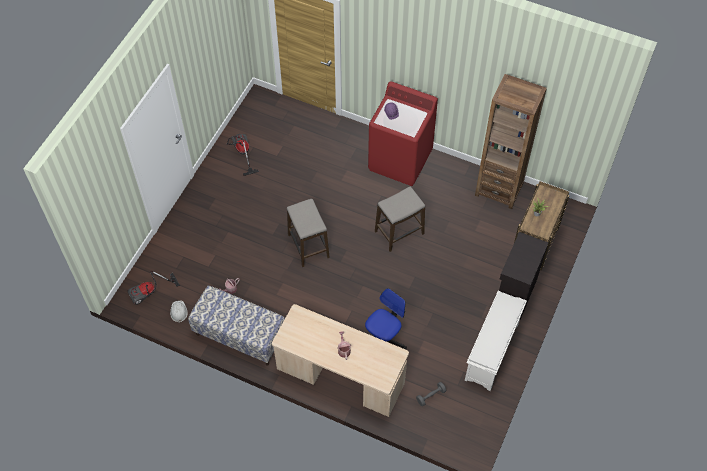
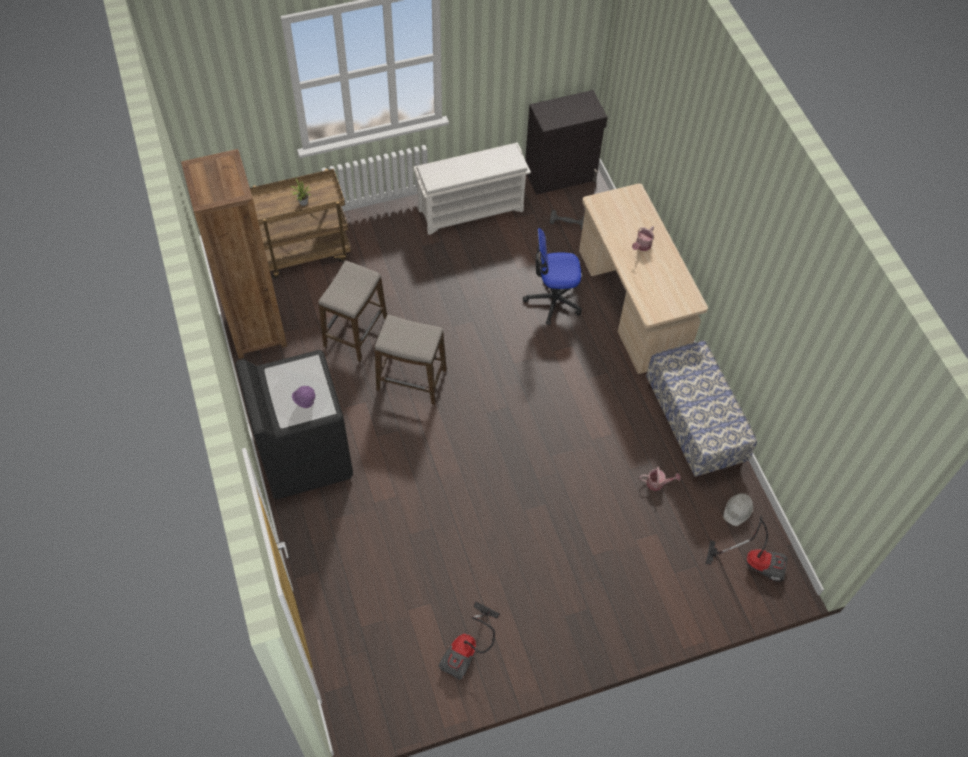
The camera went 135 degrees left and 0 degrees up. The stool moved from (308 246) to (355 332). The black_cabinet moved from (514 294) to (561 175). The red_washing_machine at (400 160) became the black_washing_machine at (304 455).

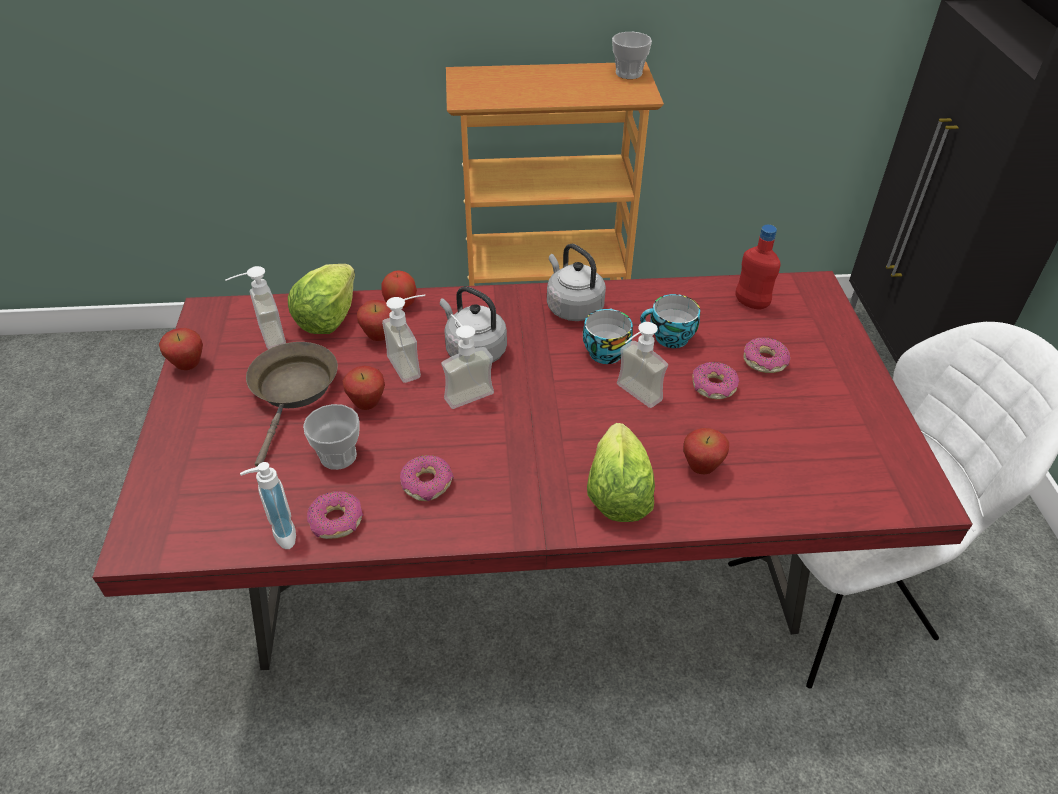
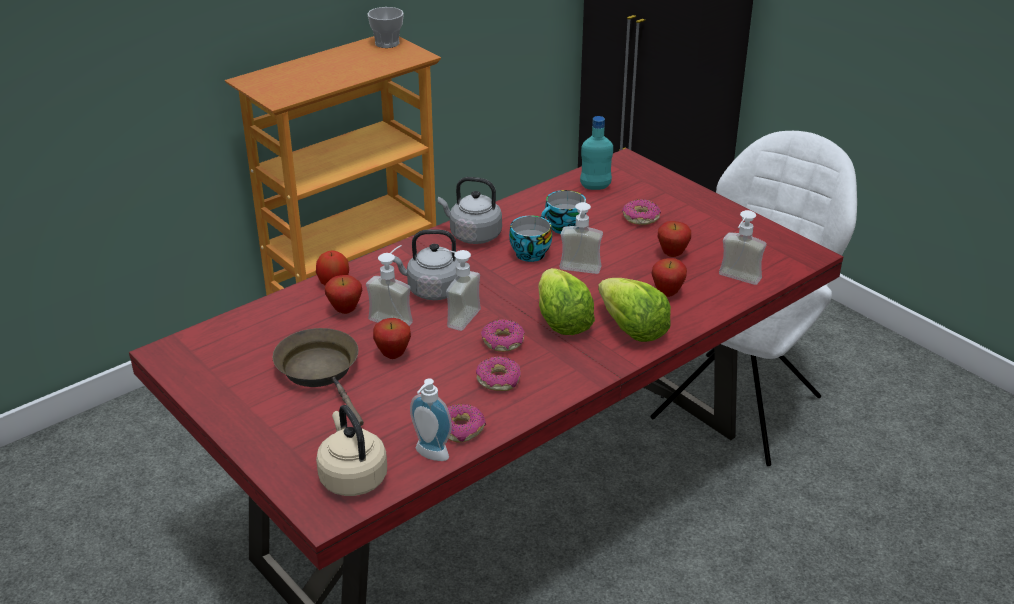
The camera went 35 degrees left and 10 degrees down. The cup at (338 456) disappeared. The beige_kettle at (352 477) appeared. The apple moved from (188 366) to (672 254). The soap_dispenser moved from (263 338) to (736 280). The lettuce moved from (328 317) to (561 321). The donut moved from (713 387) to (502 342). The red_bottle at (751 304) became the turquoise_bottle at (595 187).

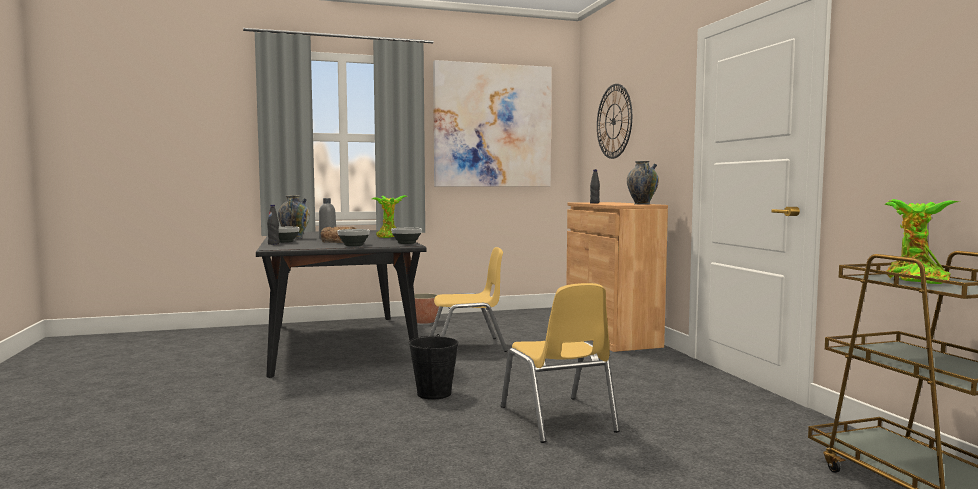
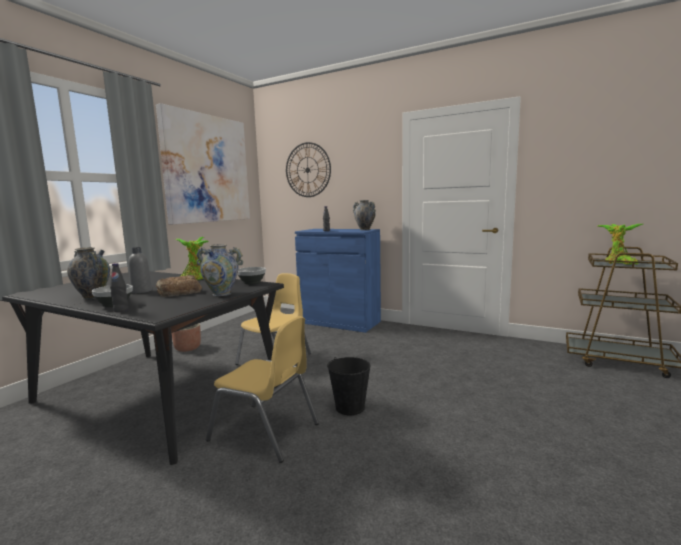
The camera went 45 degrees left and 5 degrees up. The yellow_chair moved from (558 419) to (265 432). The bowl at (354 245) was replaced by the vase at (221 294). The brown_cabinet at (611 336) became the blue_cabinet at (339 322).

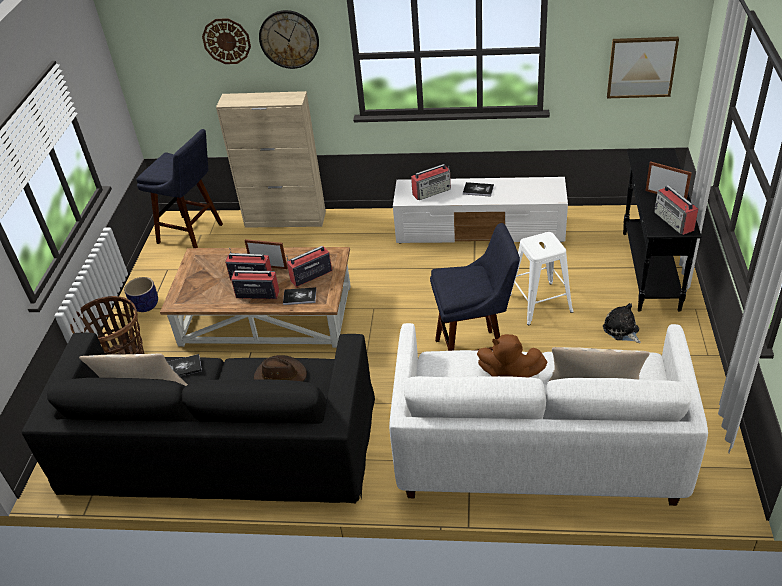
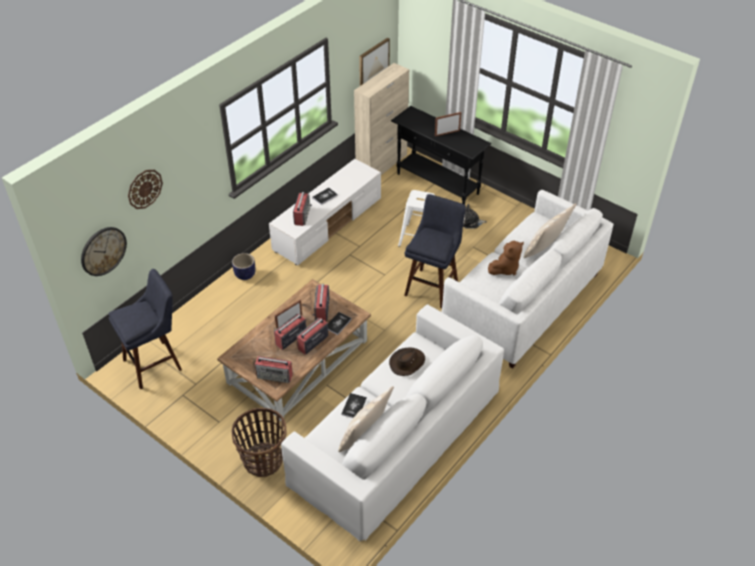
The camera went 60 degrees left and 5 degrees up. The planter moved from (146 305) to (245 274). The beige_cabinet moved from (286 219) to (382 165). The wall_clock moved from (289 39) to (103 251). The radio moved from (674 221) to (275 376). The black_sofa at (219 443) became the white_sofa at (396 435).

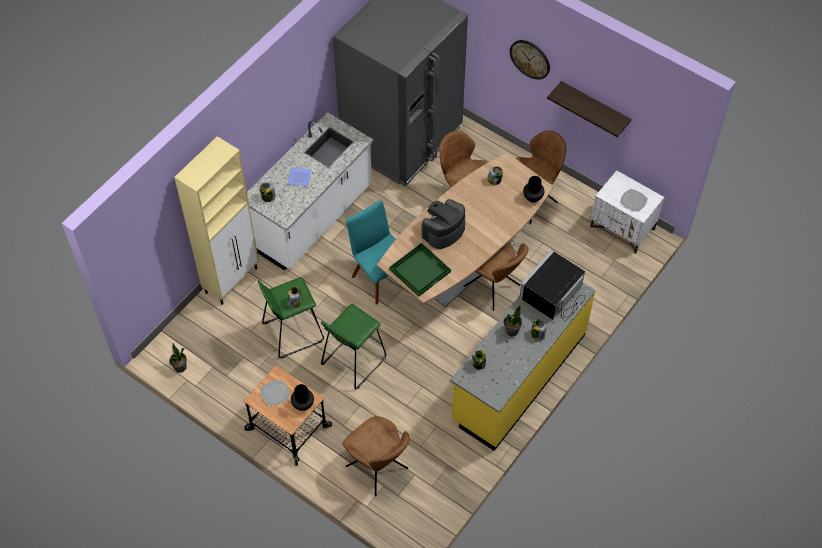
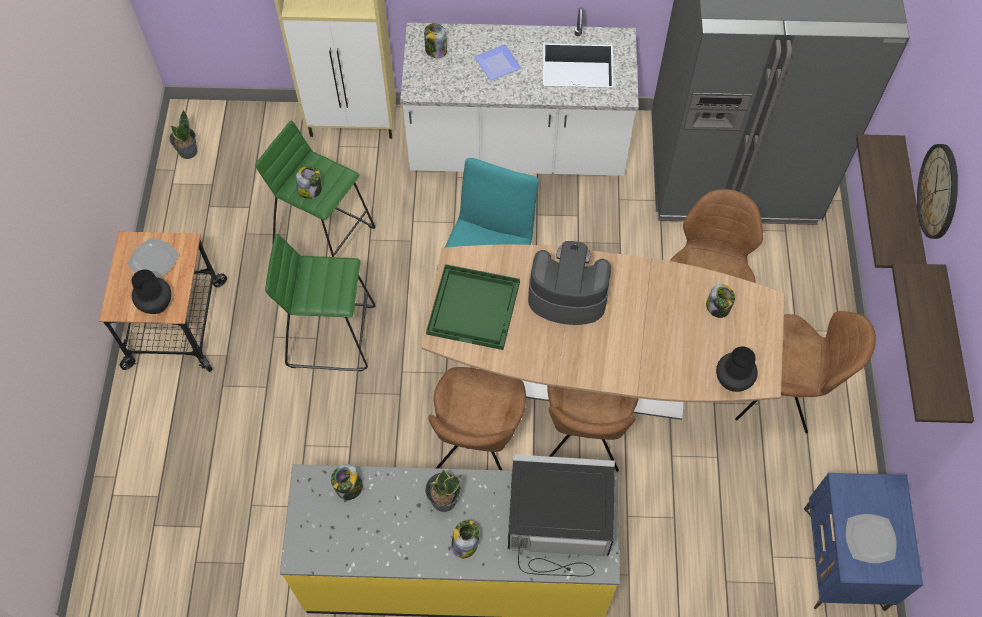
The camera went 55 degrees right and 5 degrees up. The shelf at (908 210) appeared. The brown_chair moved from (378 469) to (477 447). The white_nightstand at (622 228) became the blue_nightstand at (844 559).

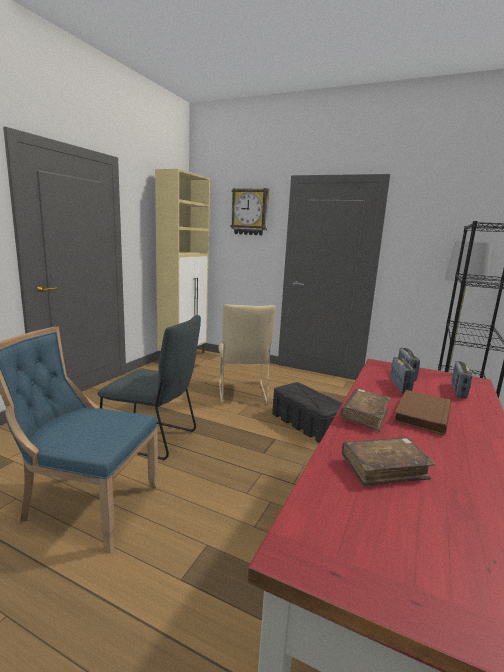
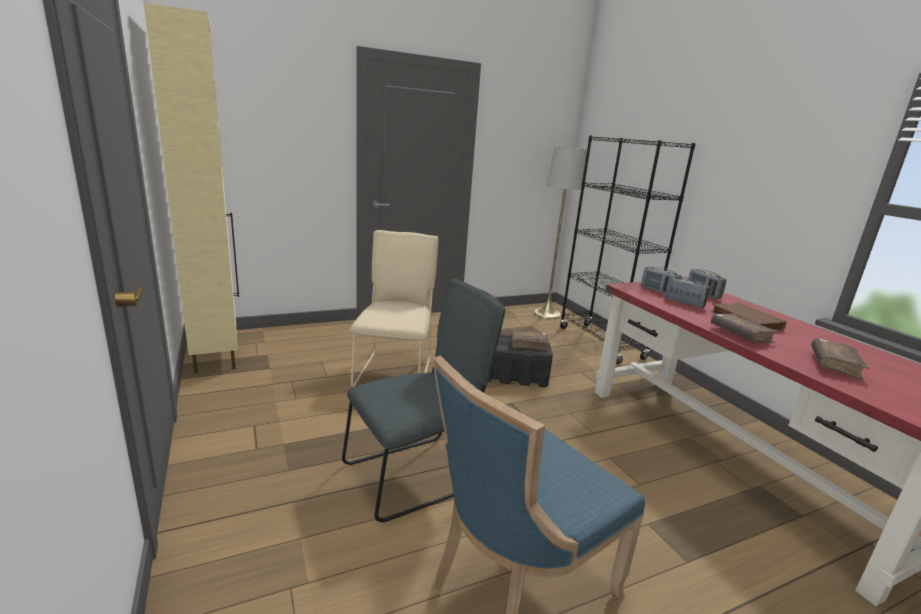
The camera went 50 degrees left and 5 degrees up. The wall_clock at (250 212) disappeared. The brown_book at (528 344) appeared. The beige_chair at (242 394) turned 120 degrees counterclockwise.

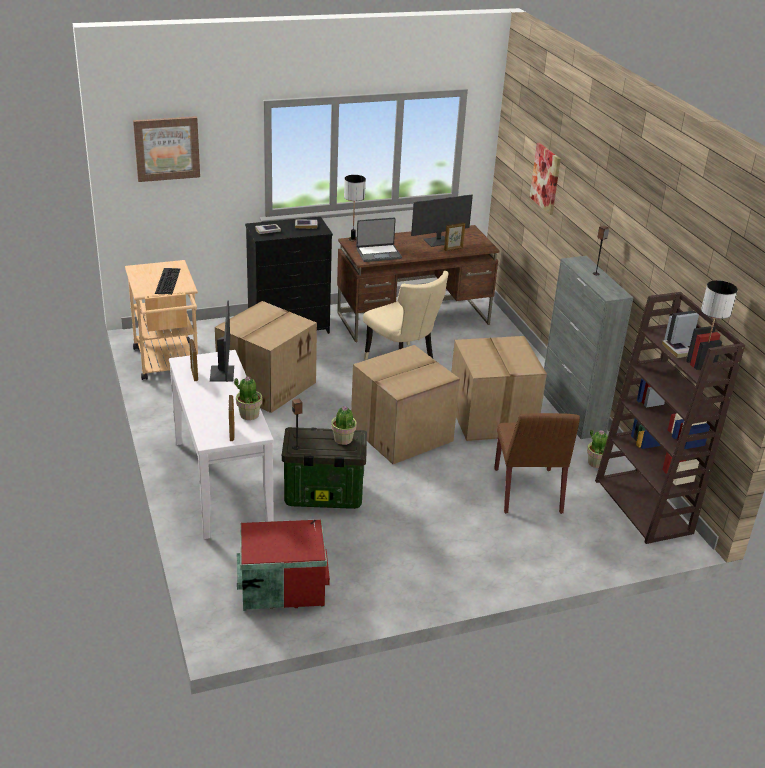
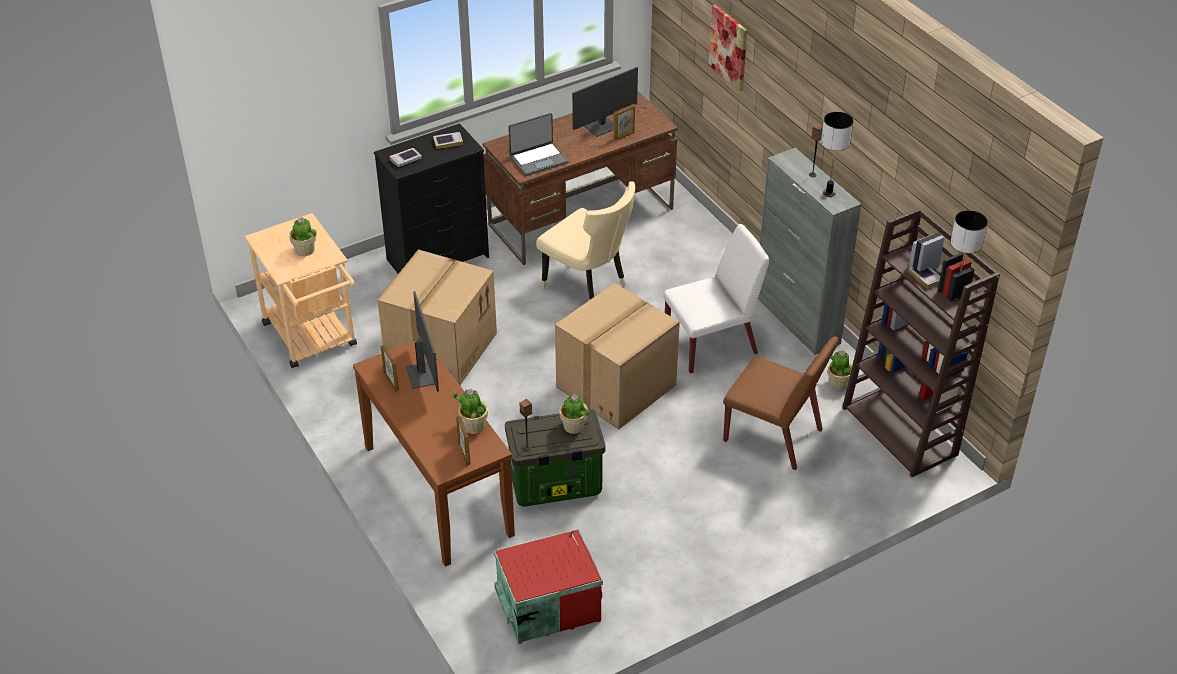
The camera went 10 degrees left and 10 degrees up. The picture at (167 148) disappeared. The table_lamp moved from (352 239) to (829 193). The keyboard at (167 281) was replaced by the potted_plant at (305 250). The cardboard_box at (493 418) was replaced by the white_chair at (712 344). The white_console_table at (221 482) became the brown_console_table at (437 491). The brown_chair at (528 491) turned 45 degrees counterclockwise.

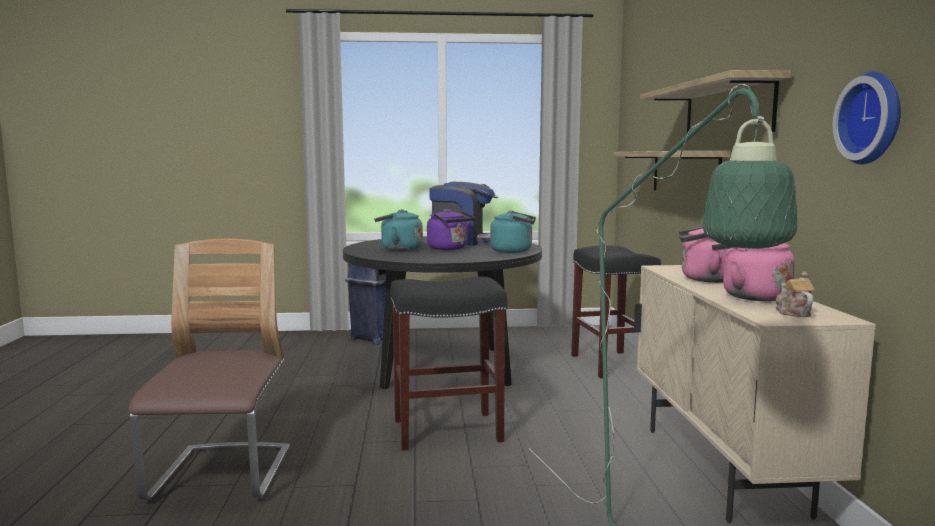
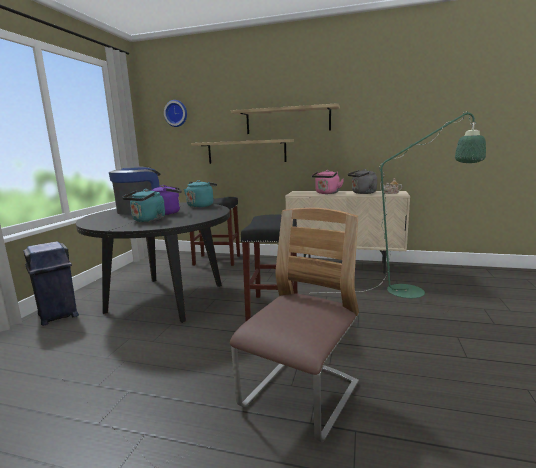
The camera went 70 degrees left and 5 degrees up. The wall_clock moved from (873 118) to (176 113). The pink_kettle at (751 296) became the grey_kettle at (362 193). The chair at (221 475) turned 105 degrees clockwise.

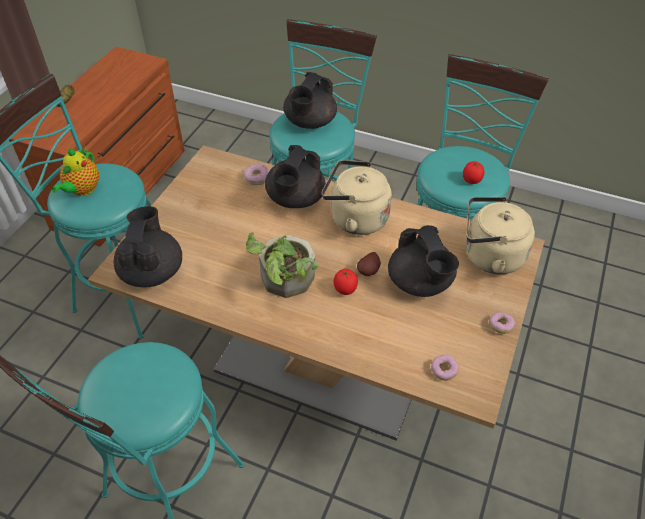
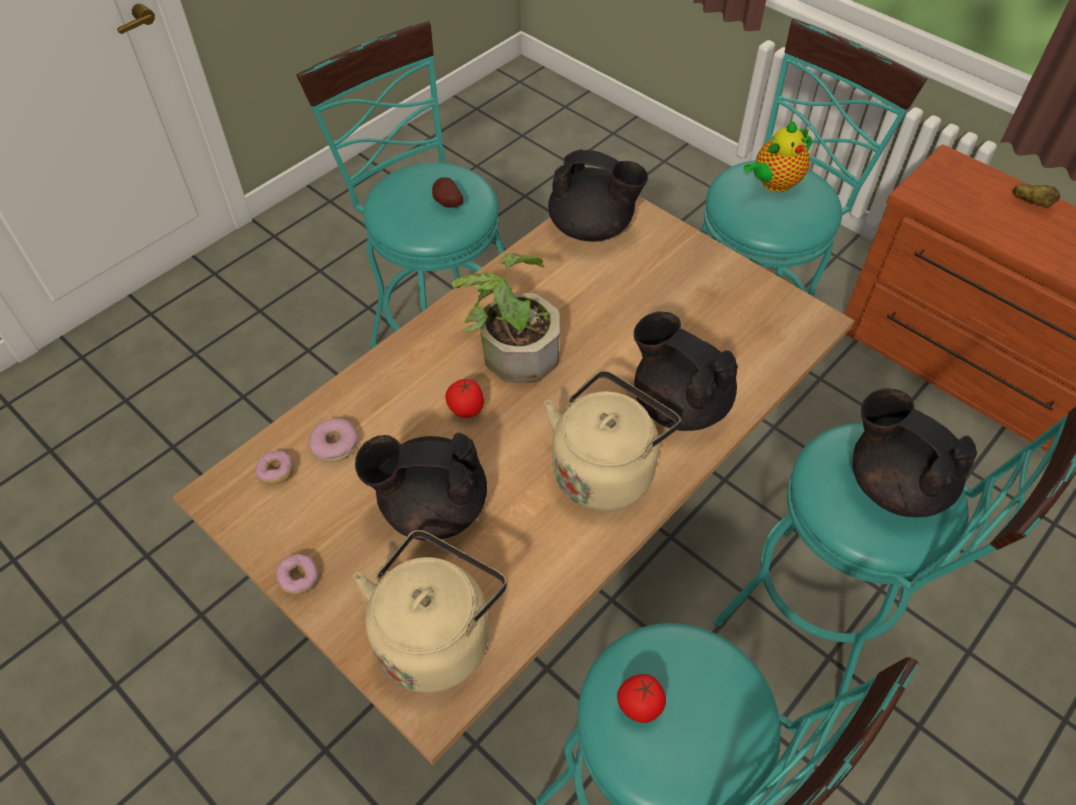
The camera went 110 degrees right and 5 degrees up. The donut moved from (257 178) to (335 445). The potato moved from (369 271) to (447 203). The teapot at (82 190) turned 75 degrees counterclockwise.

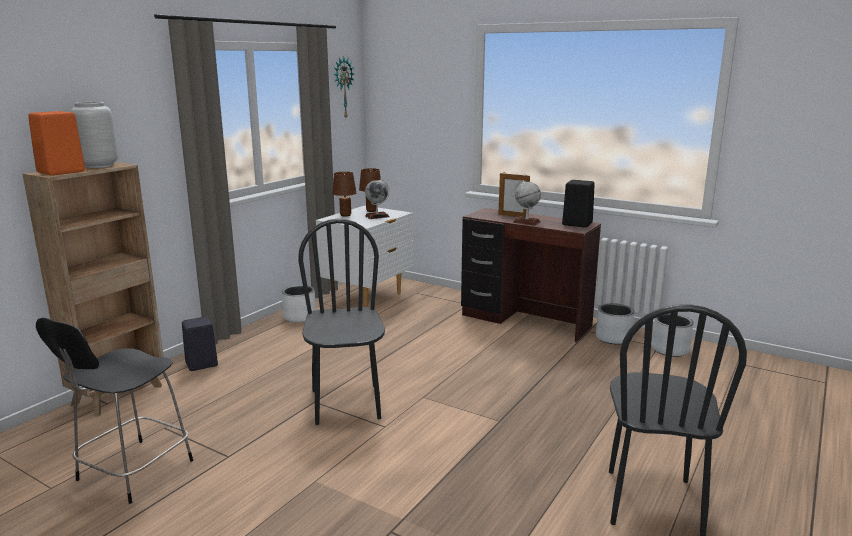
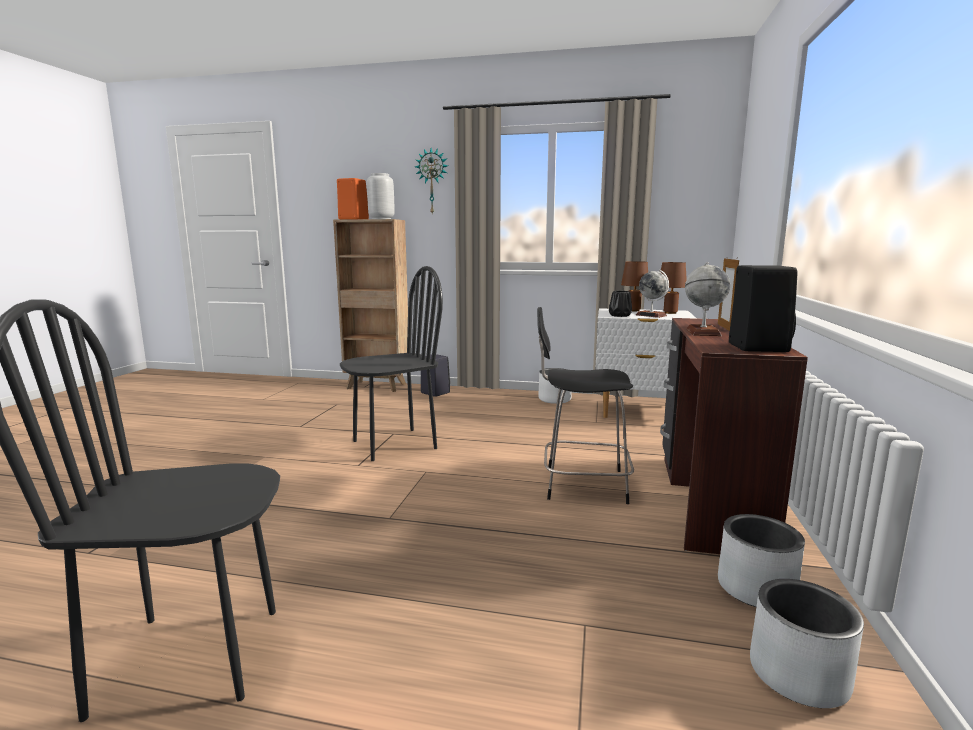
The camera went 70 degrees right and 5 degrees down. The black_vase at (619 315) appeared. The black_chair moved from (132 472) to (581 484). The wall_clock moved from (342 88) to (432 181).

